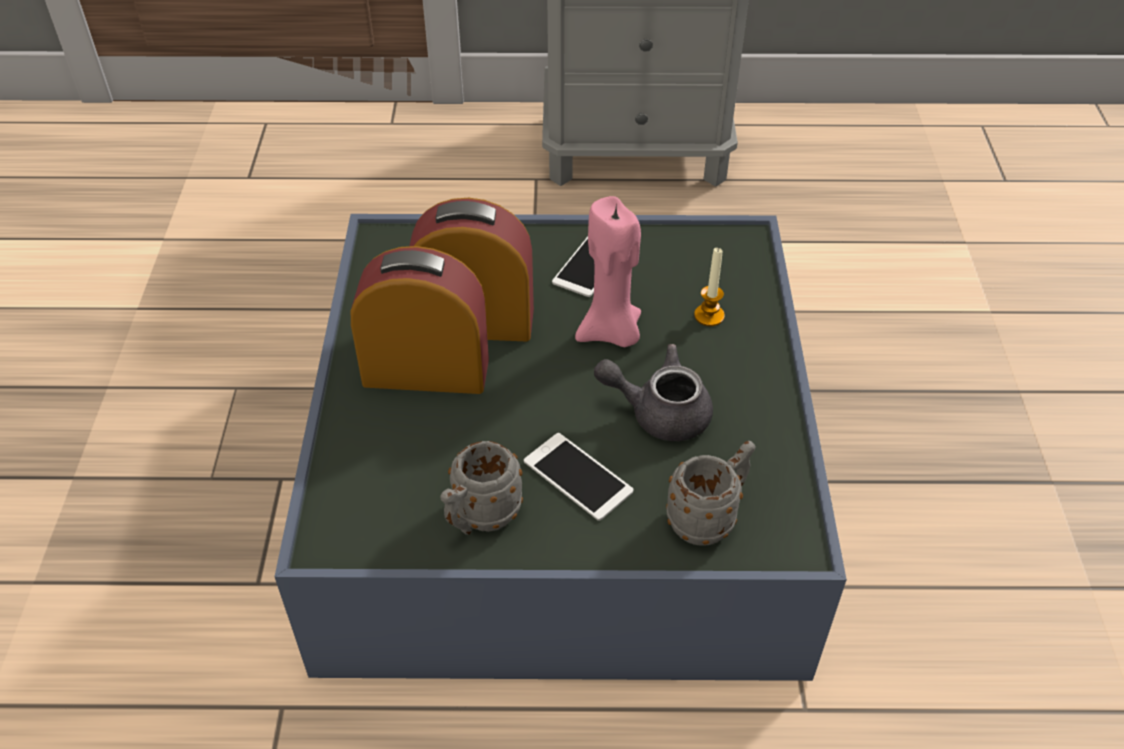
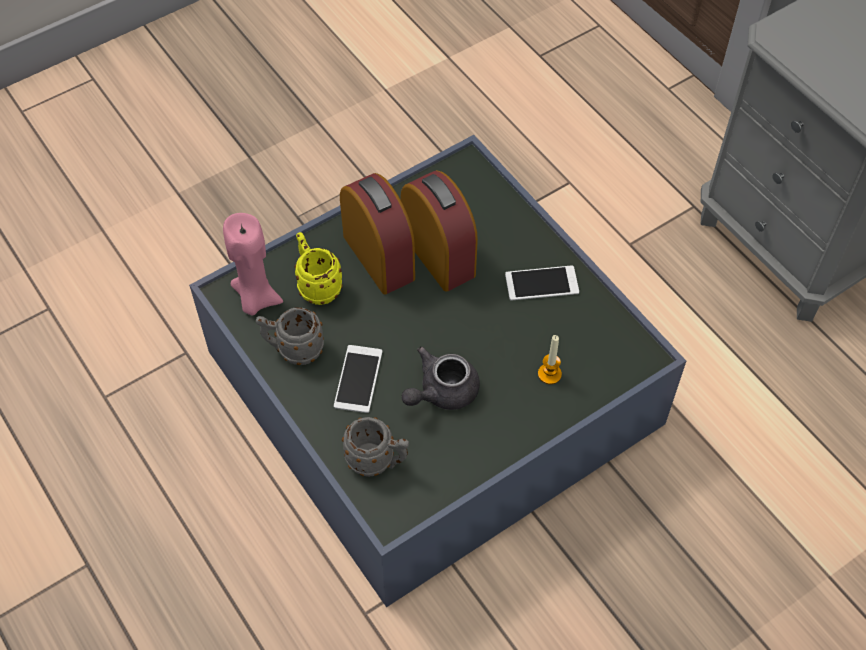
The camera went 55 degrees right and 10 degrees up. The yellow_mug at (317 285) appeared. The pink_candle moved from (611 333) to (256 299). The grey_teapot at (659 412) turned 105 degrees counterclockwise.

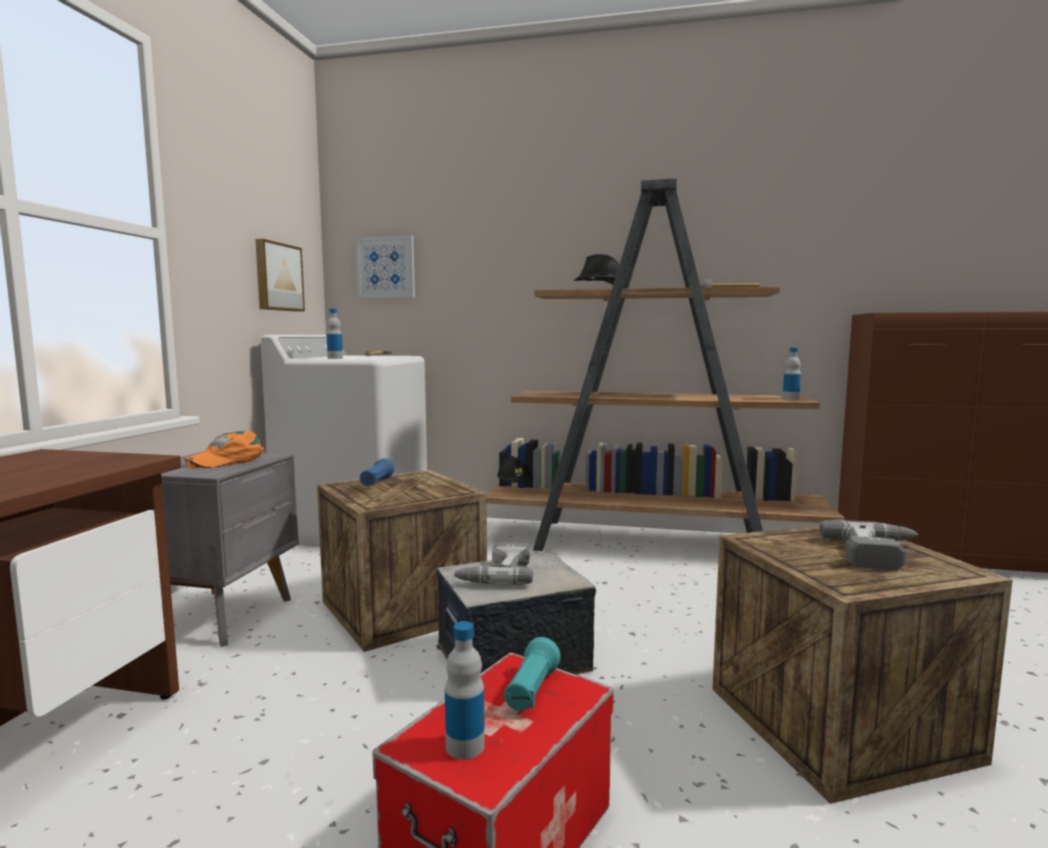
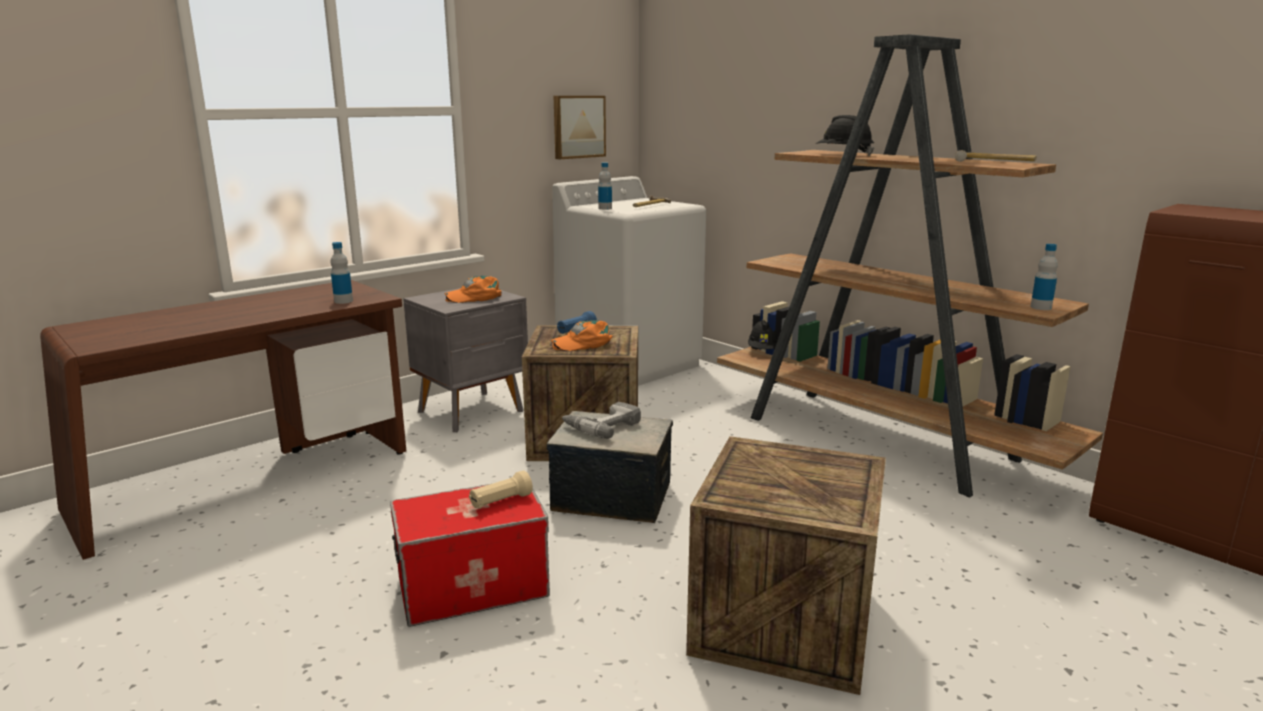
The camera went 35 degrees right and 10 degrees up. The picture at (386 267) disappeared. The power_drill at (879 554) disappeared. The orange_cap at (583 343) appeared. The bottle moved from (465 746) to (343 301). The turquoise_flashlight at (531 691) became the beige_flashlight at (500 502).

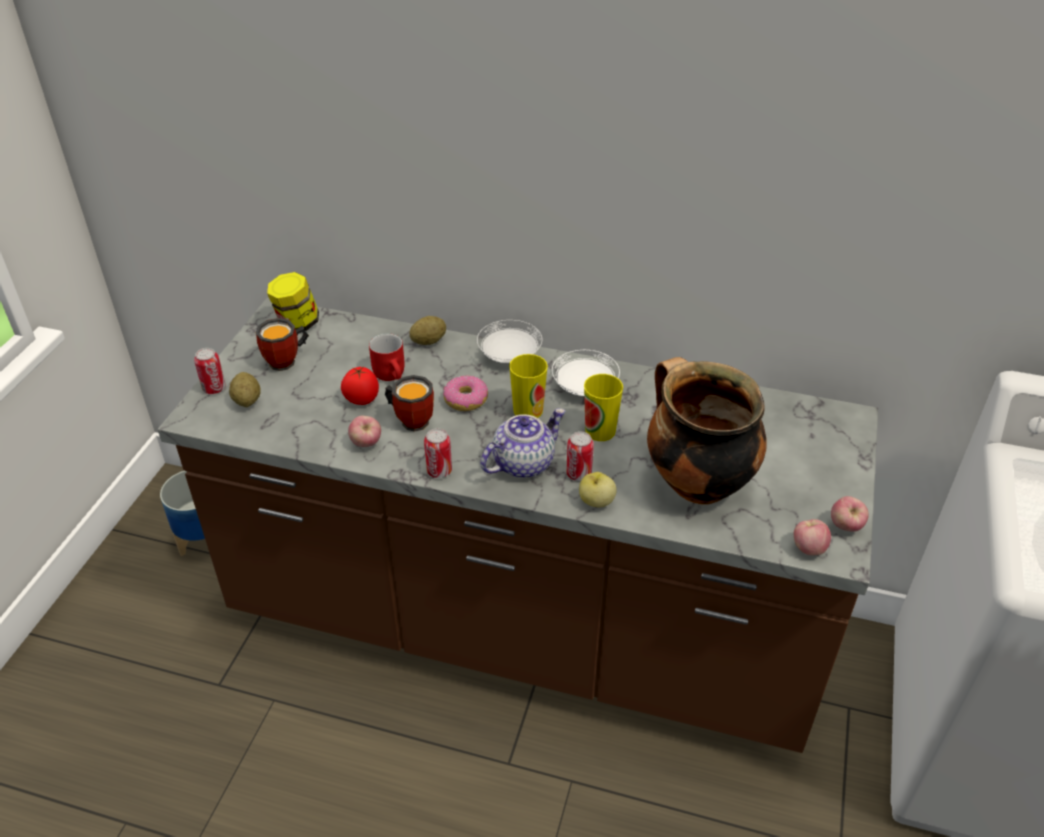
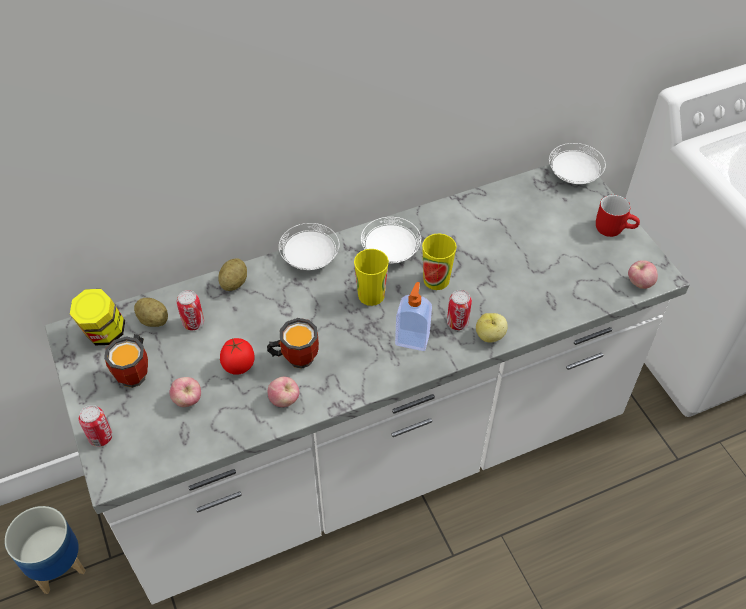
The camera went 40 degrees left and 10 degrees up. The donut at (466 400) disappeared. The cooking_pot at (695 483) disappeared. The white_plate at (573 176) appeared. The potato moved from (247 400) to (153 320). The red_mug moved from (393 374) to (614 227). The can moved from (439 471) to (193 323). The apple moved from (845 526) to (188 400). The teapot at (523 463) was replaced by the soap_dispenser at (412 339). The brown_counter at (522 627) became the white_counter at (373 455).

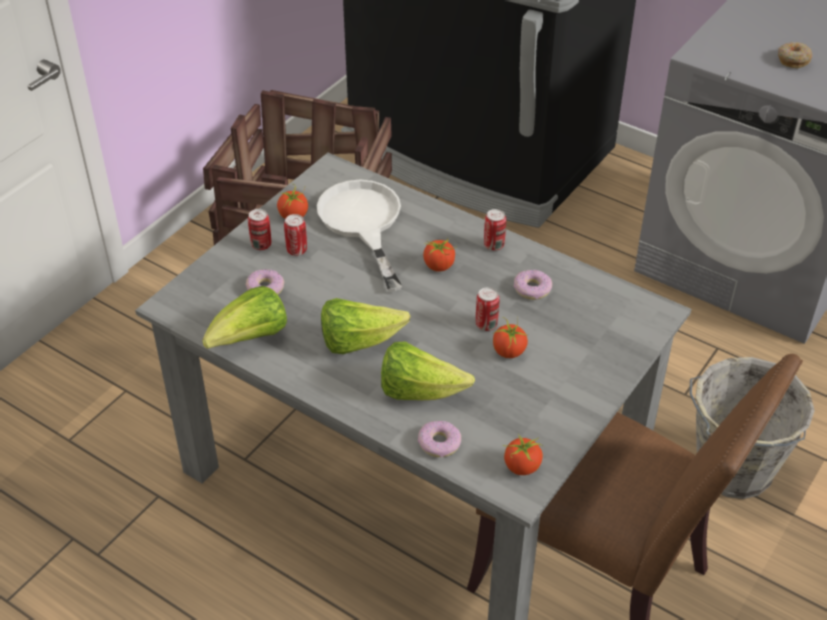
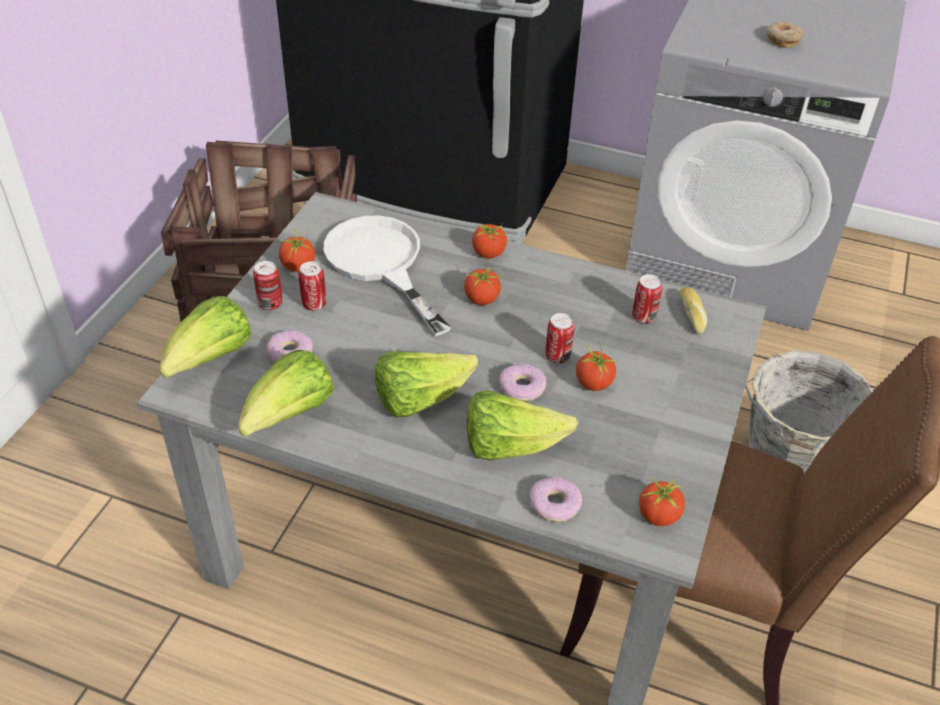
The camera went 15 degrees left and 0 degrees up. The lettuce at (211 359) appeared. The tomato at (489 253) appeared. The bread at (693 315) appeared. The can moved from (494 245) to (643 317). The donut moved from (532 289) to (522 388).

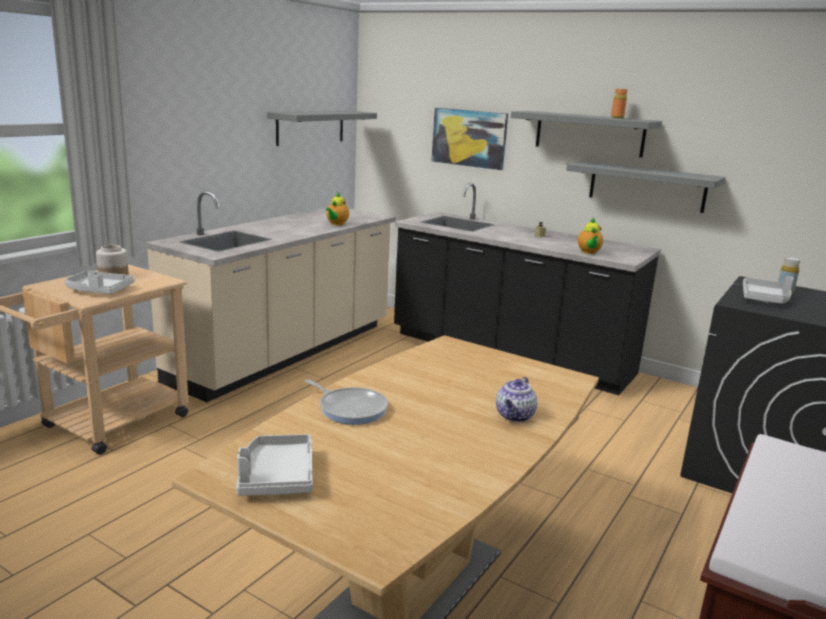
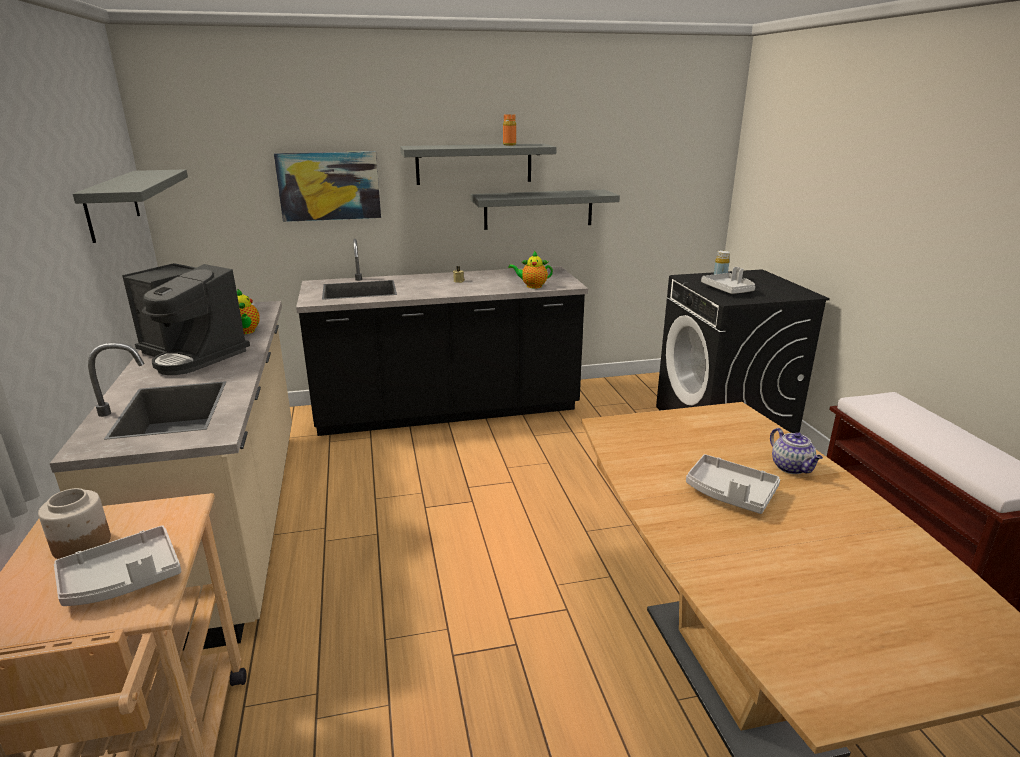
The camera went 45 degrees left and 5 degrees up. The frying_pan at (350 408) disappeared. The coffee_machine at (192 355) appeared. The grey_tray moved from (276 477) to (729 493). The teapot at (589 252) turned 135 degrees clockwise.

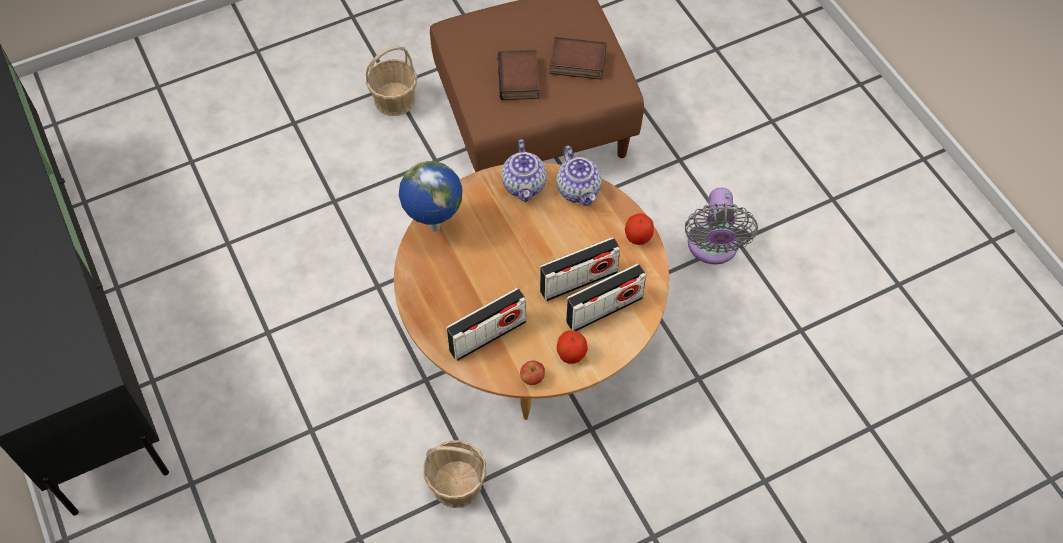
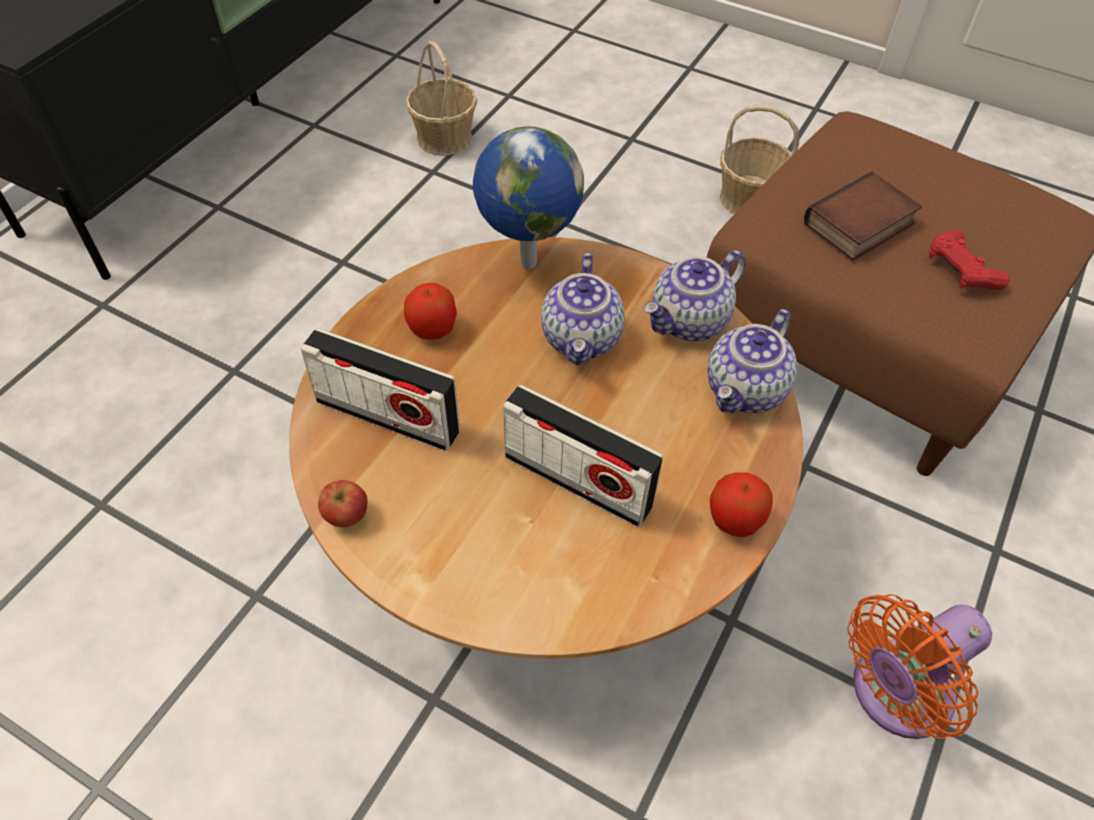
The camera went 55 degrees right and 5 degrees down. The radio at (604 309) disappeared. The teapot at (582 339) appeared. The basket moved from (456 484) to (444 137). The apple moved from (571 354) to (433 329). The book at (576 63) was replaced by the red_game_controller at (960 270). The grey_fan at (712 248) became the orange_fan at (893 694).

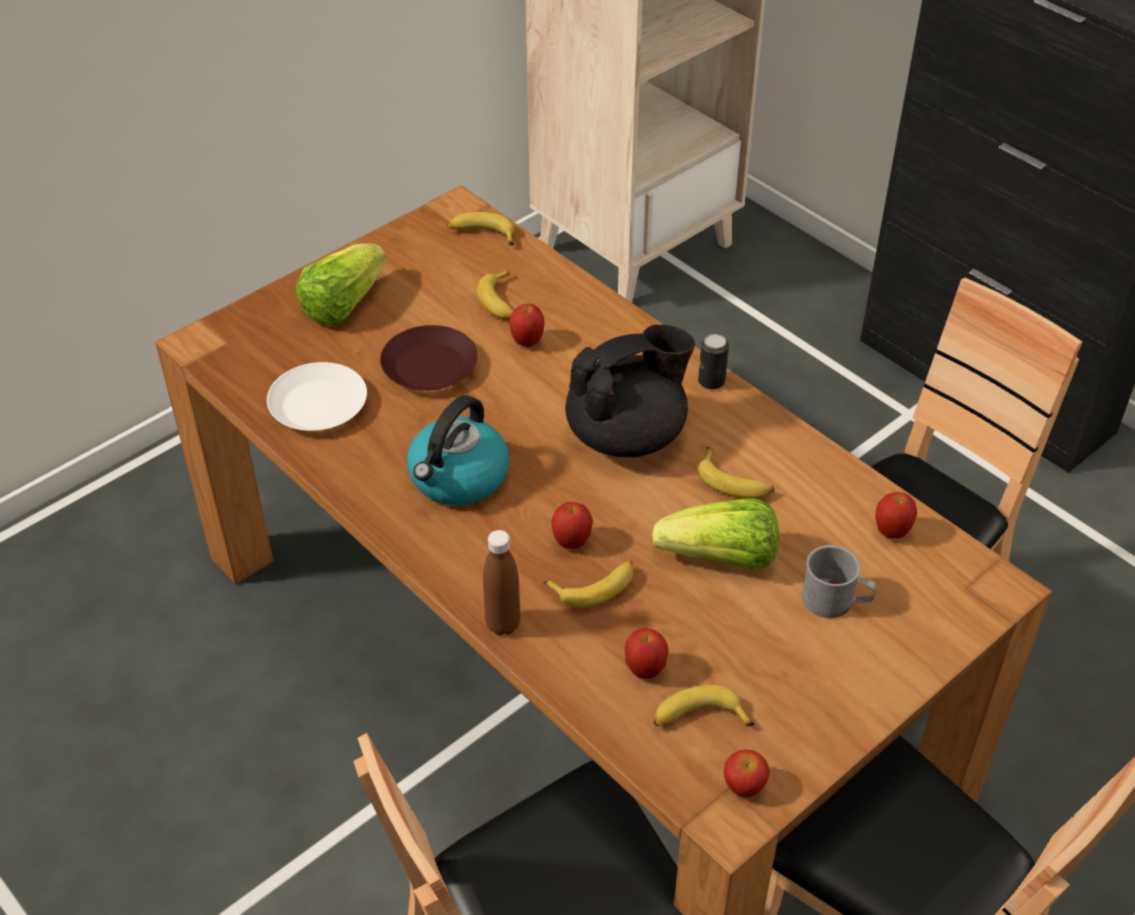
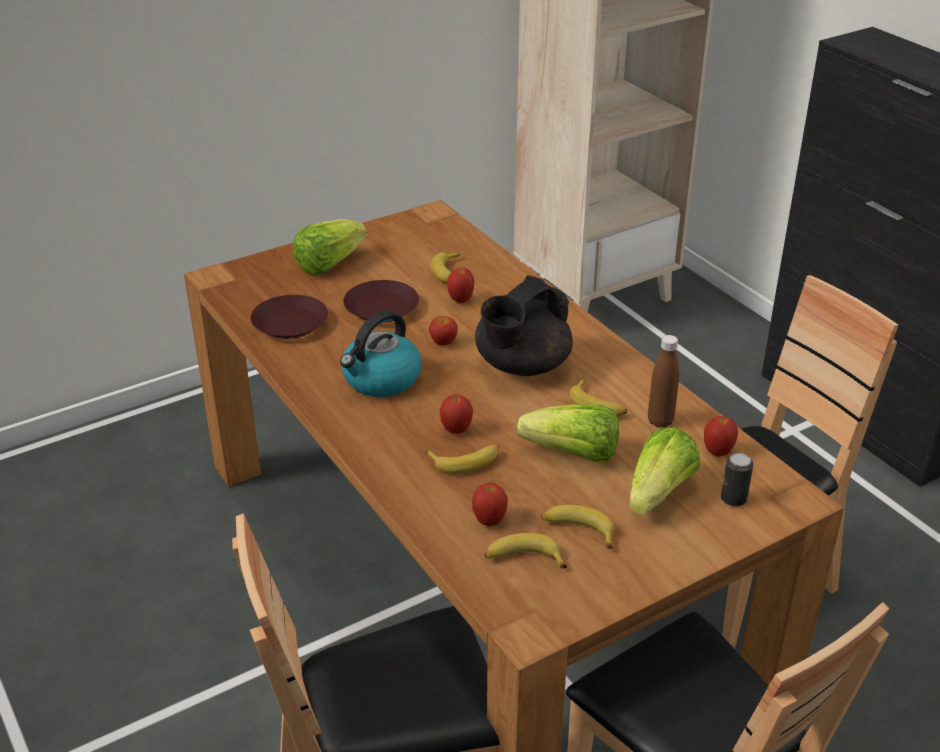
The camera went 10 degrees right and 10 degrees down. The banana moved from (482 234) to (578 530). The brown_bottle moved from (503 624) to (660 421). The can moved from (711 381) to (733 499). The apple moved from (744 786) to (443 342). The grey_mug at (836 601) was replaced by the lettuce at (659 493). The white_plate at (319 406) became the brown_plate at (290 324). The black_teapot at (627 435) turned 150 degrees clockwise.

